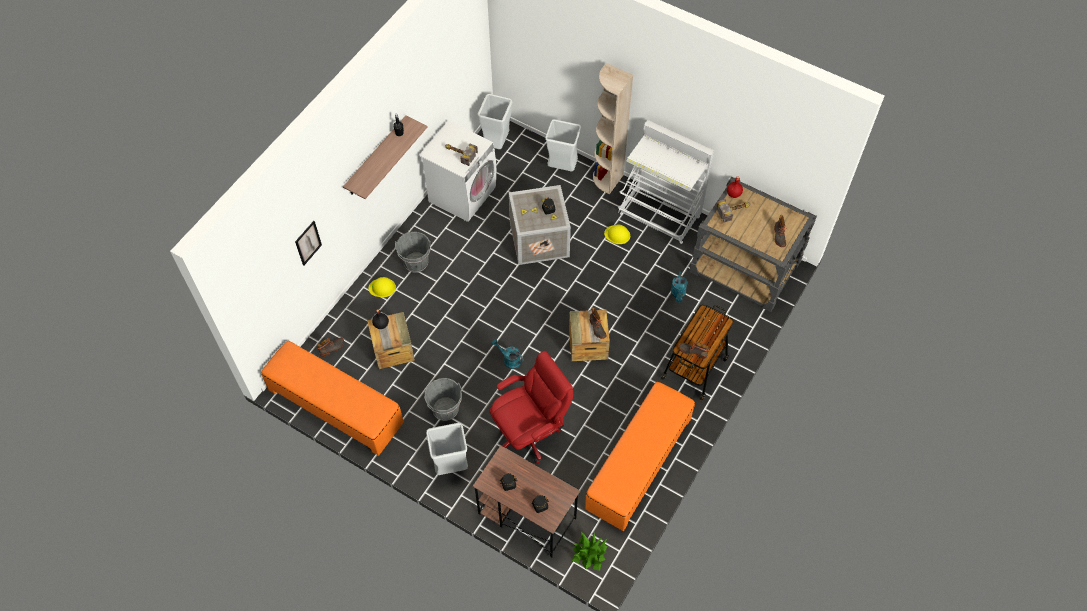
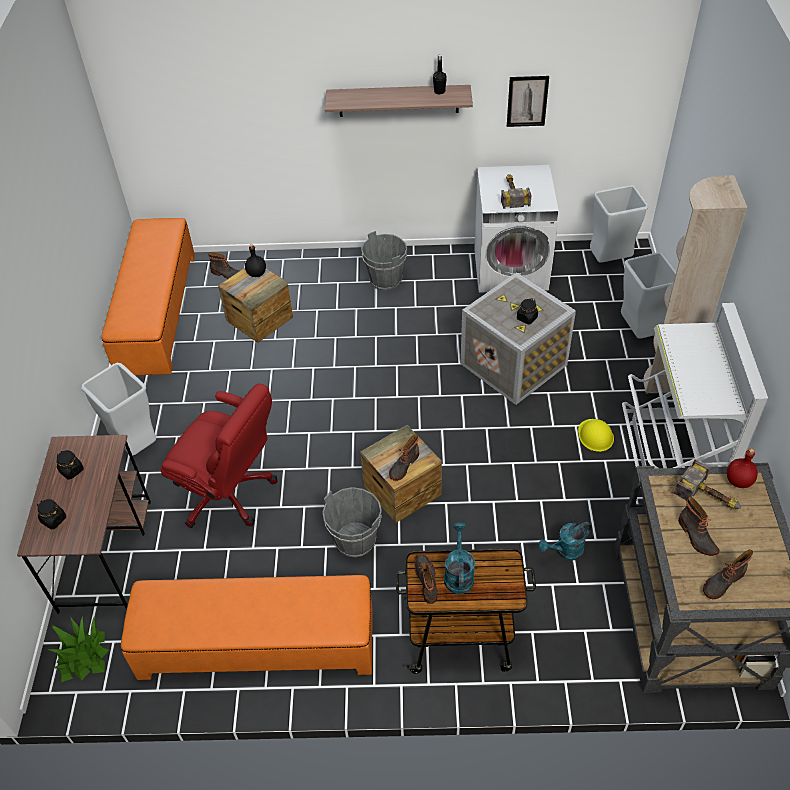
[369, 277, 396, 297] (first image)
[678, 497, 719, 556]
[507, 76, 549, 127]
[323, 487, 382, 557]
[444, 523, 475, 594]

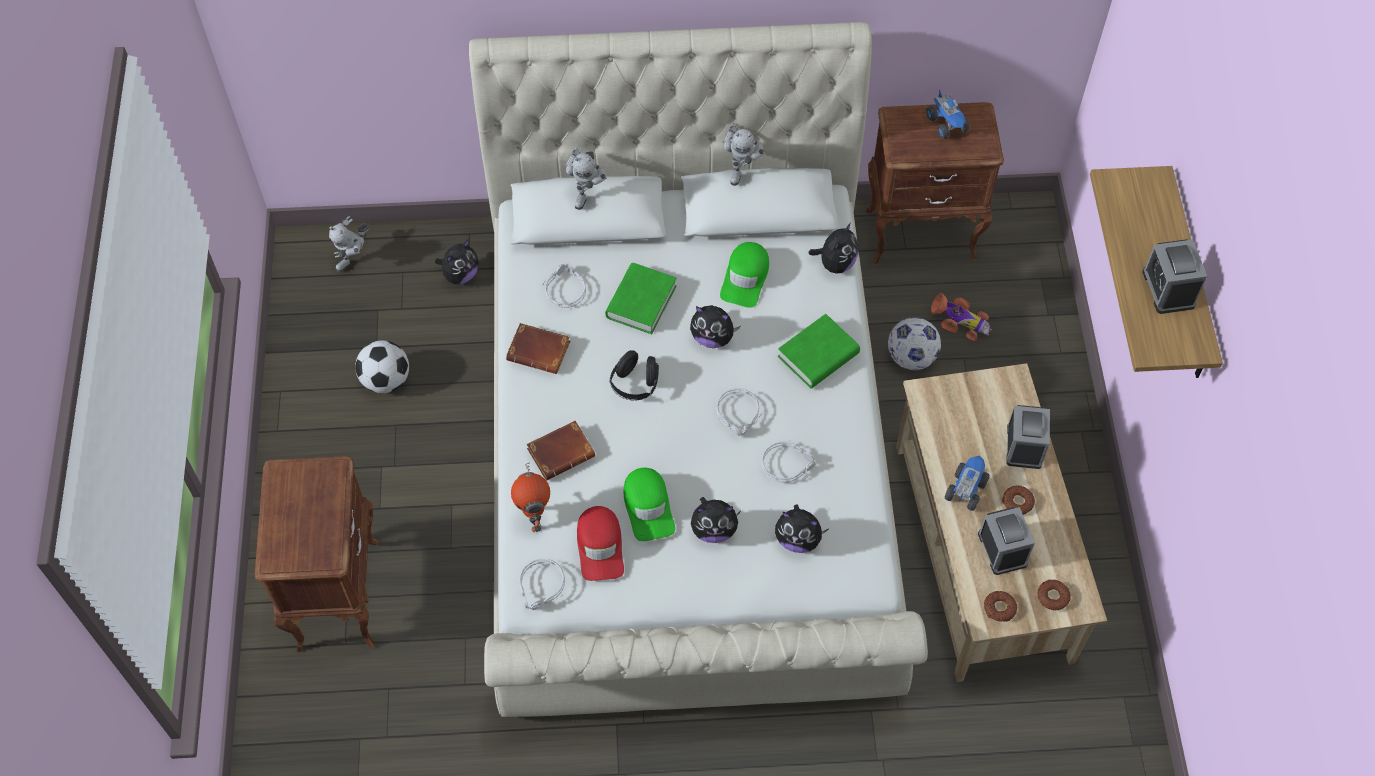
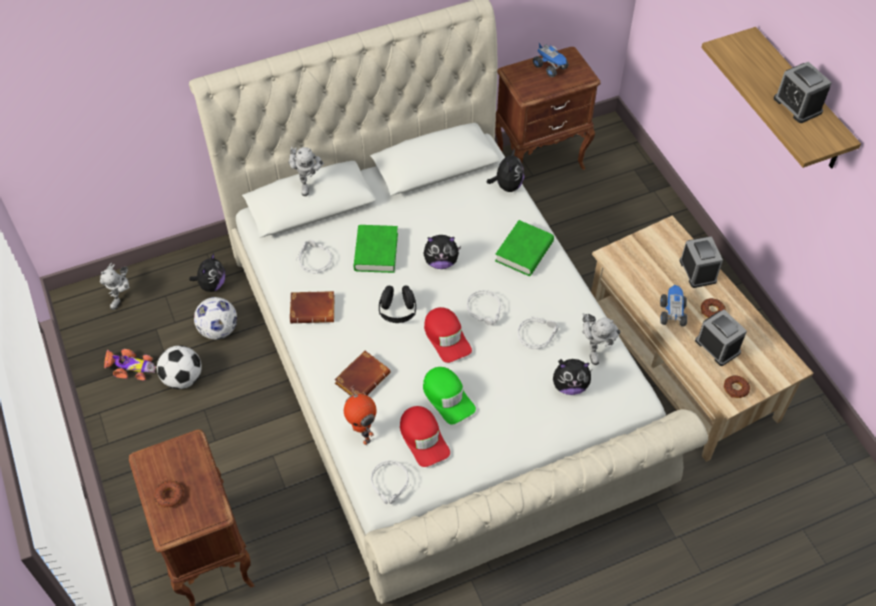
[691, 497, 741, 543] (first image)
[720, 242, 769, 308] (first image)
[424, 307, 472, 363]
[582, 313, 621, 365]
[194, 297, 237, 340]
[104, 349, 157, 381]
[154, 480, 184, 508]

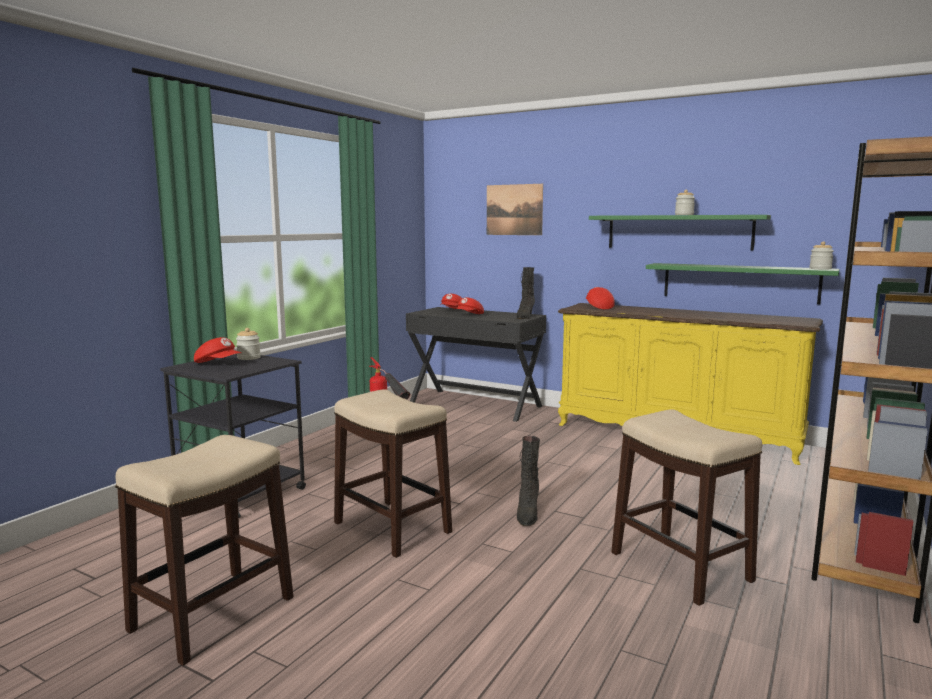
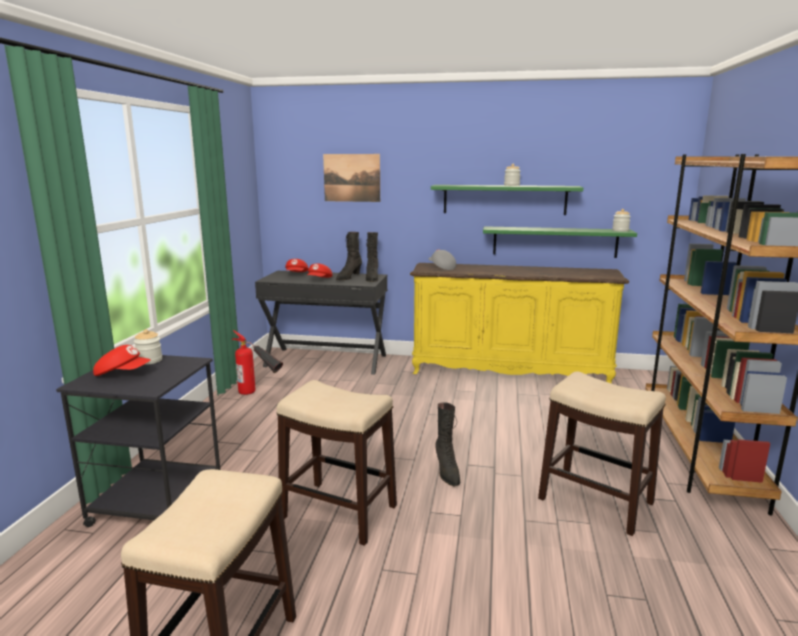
[336, 232, 362, 280]
[429, 250, 456, 270]

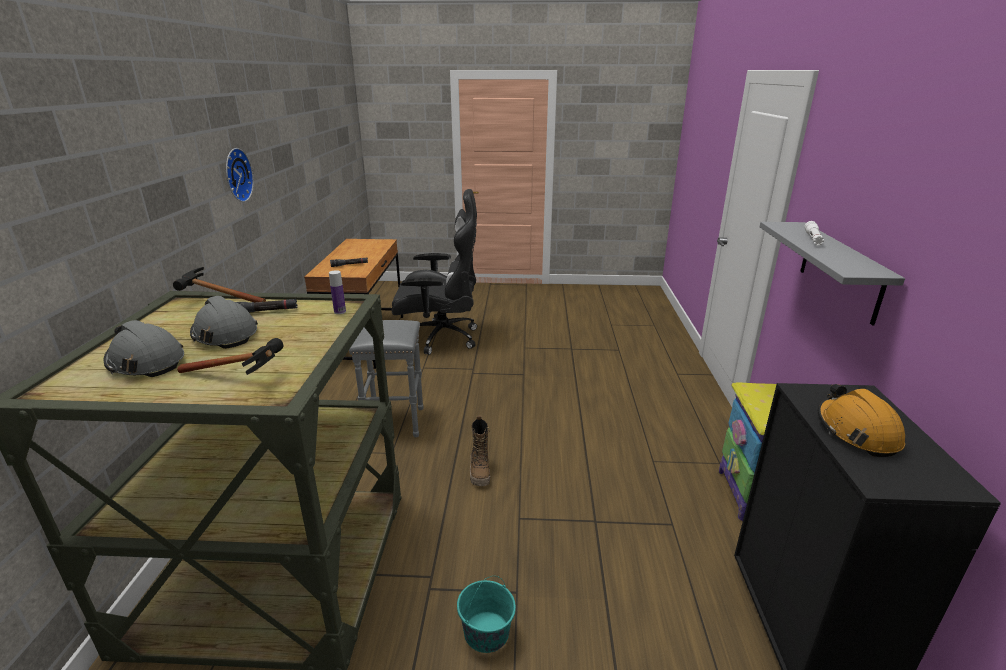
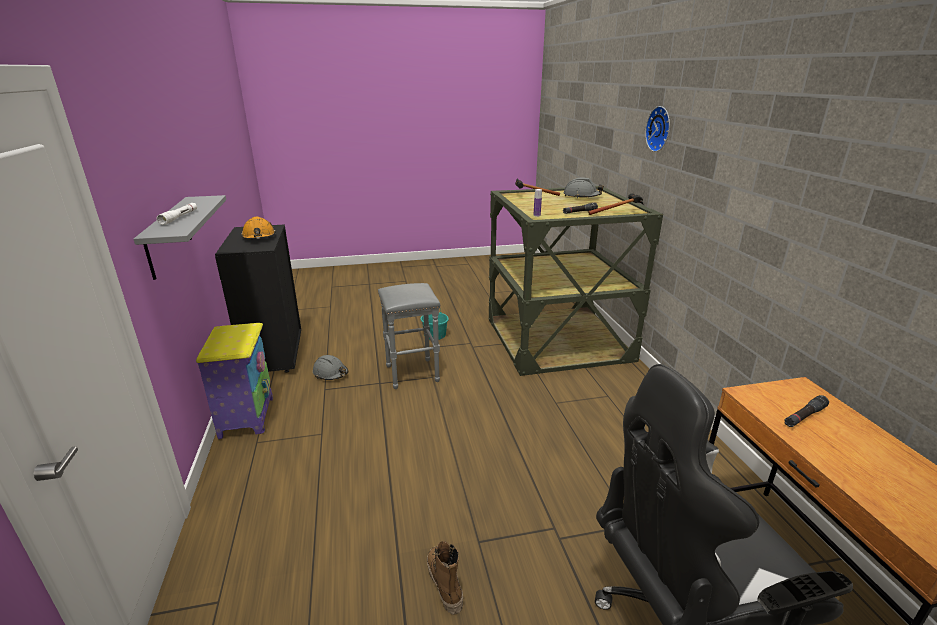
[313, 355, 348, 380]
[645, 106, 670, 152]
[378, 283, 440, 389]
[427, 541, 463, 615]

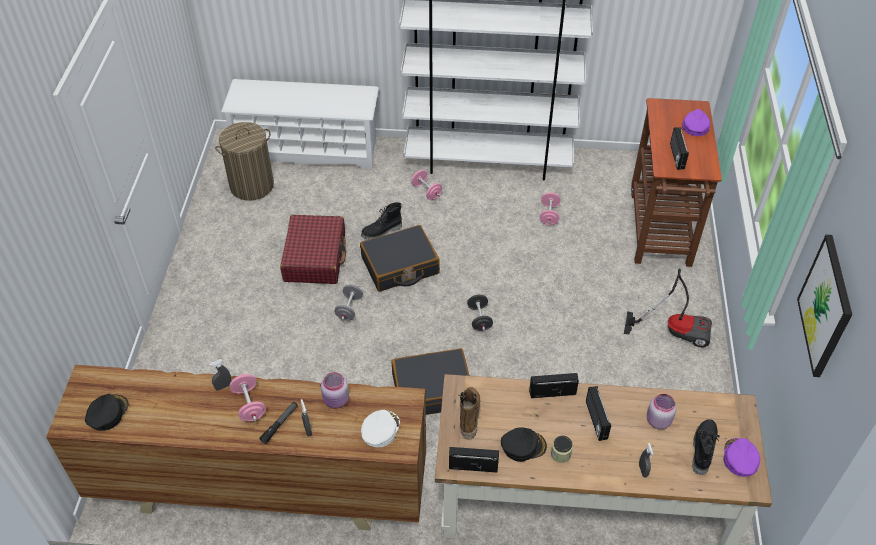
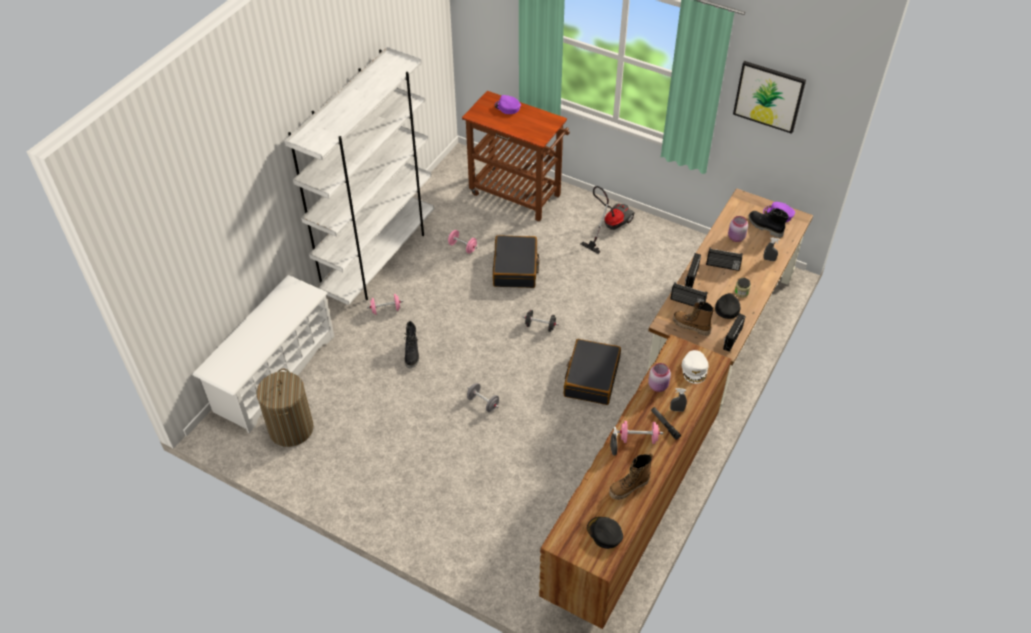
[280, 215, 346, 284] (first image)
[609, 453, 653, 500]
[493, 235, 540, 288]
[670, 282, 707, 307]
[682, 350, 709, 384]

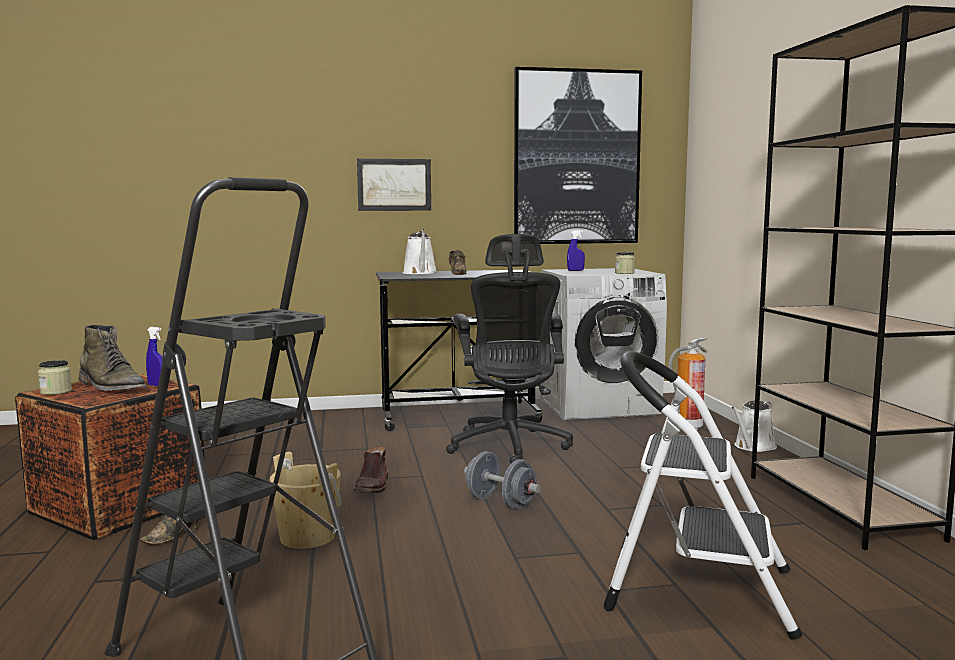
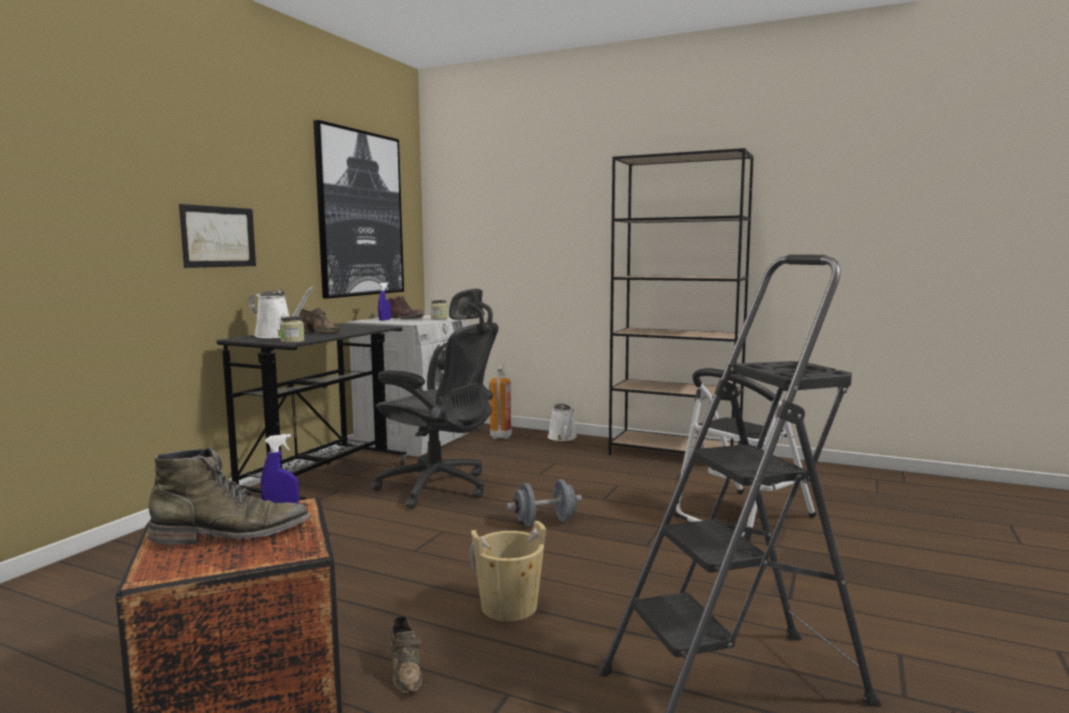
[280, 317, 305, 343]
[388, 296, 424, 319]

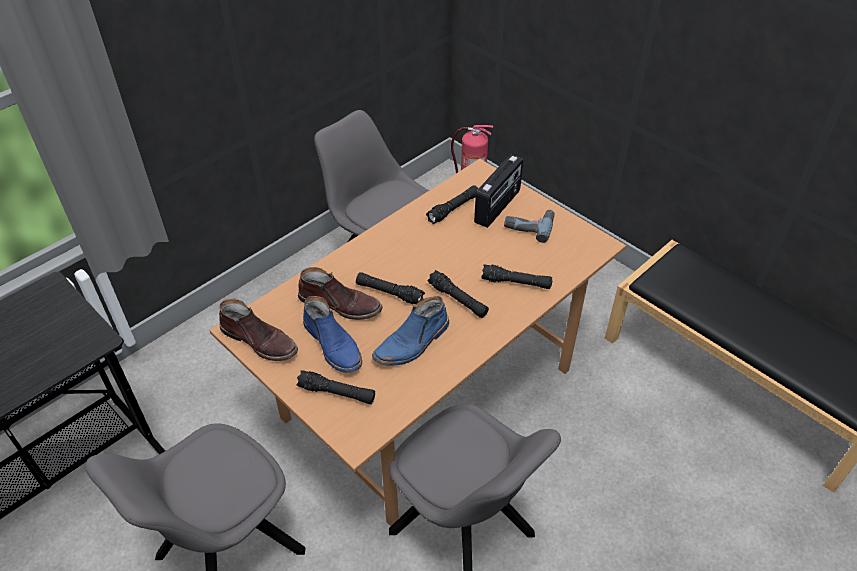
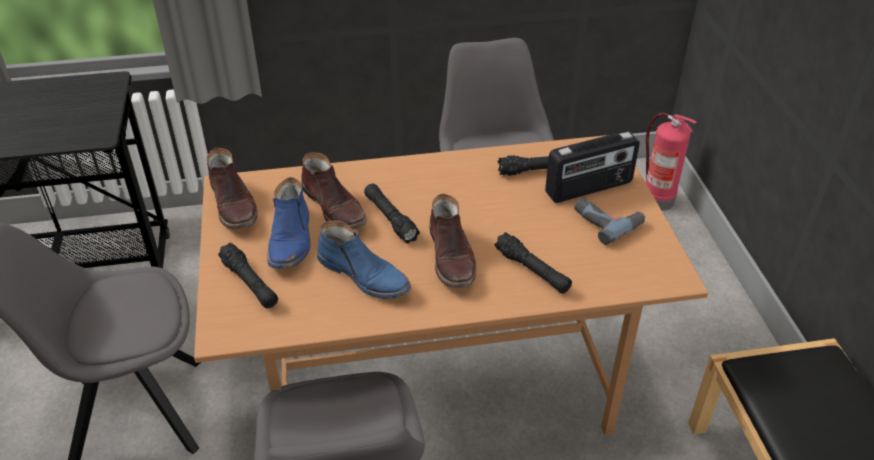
[430, 194, 476, 288]
[317, 220, 411, 299]

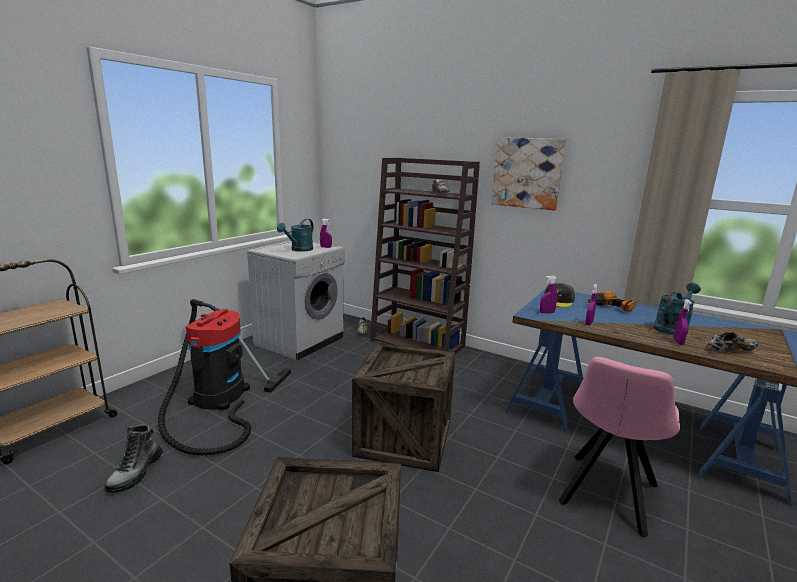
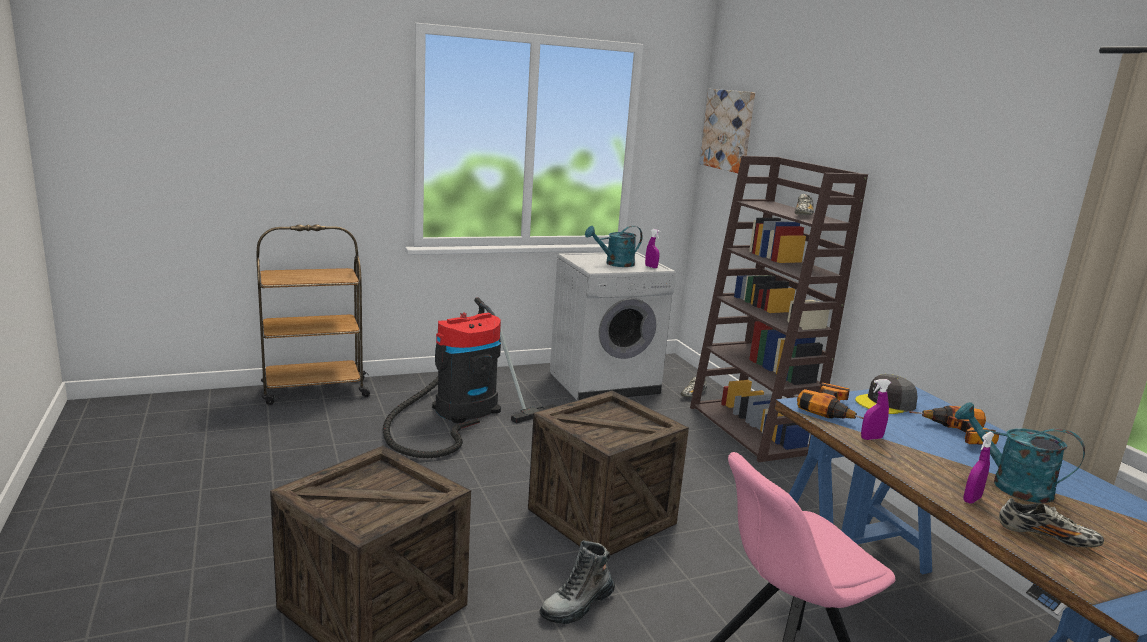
[540, 540, 615, 624]
[699, 89, 755, 173]
[797, 382, 863, 419]
[955, 402, 1085, 503]

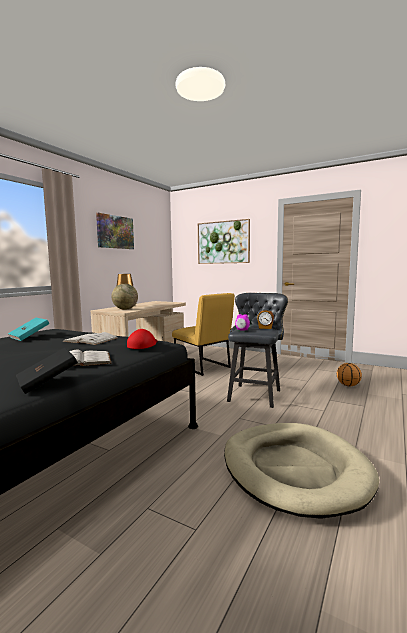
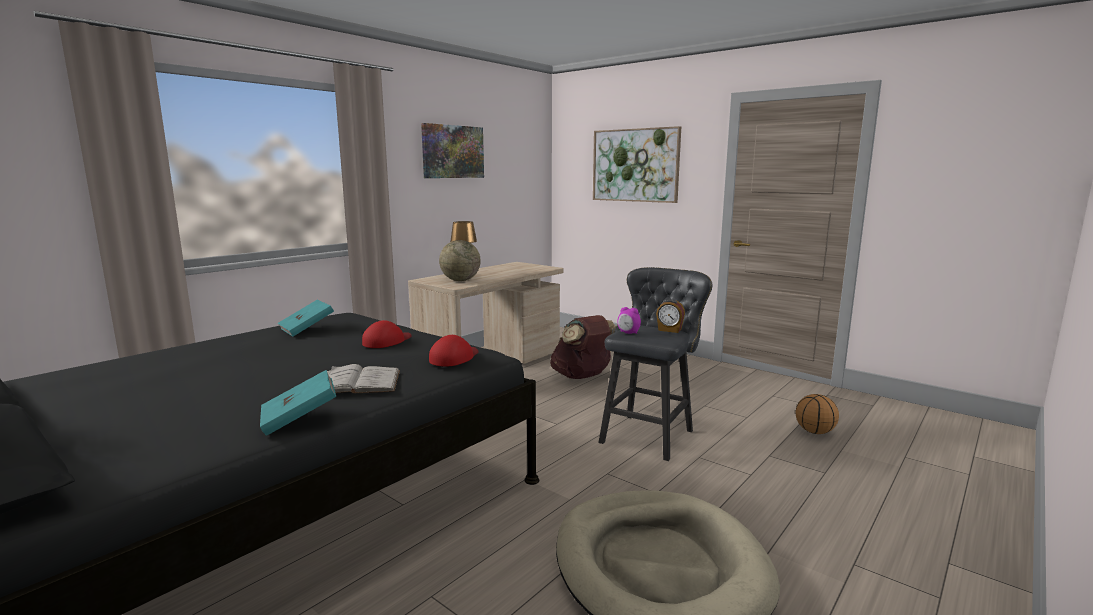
[362, 320, 412, 348]
[550, 315, 616, 379]
[260, 370, 336, 436]

